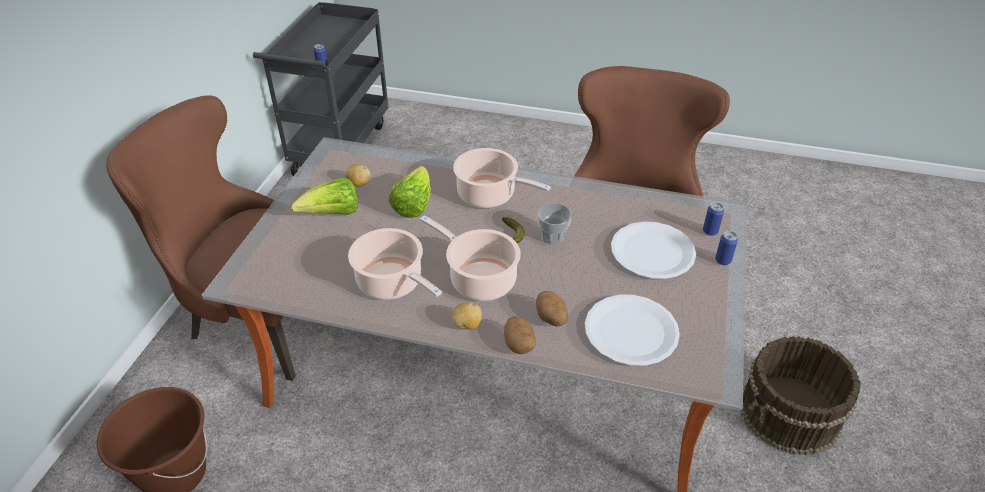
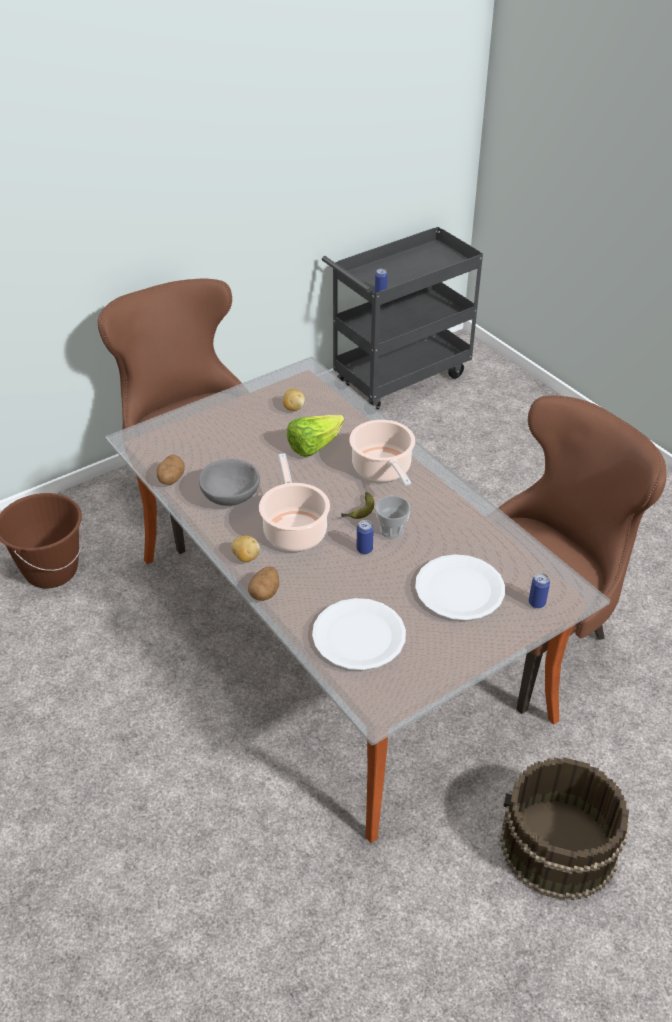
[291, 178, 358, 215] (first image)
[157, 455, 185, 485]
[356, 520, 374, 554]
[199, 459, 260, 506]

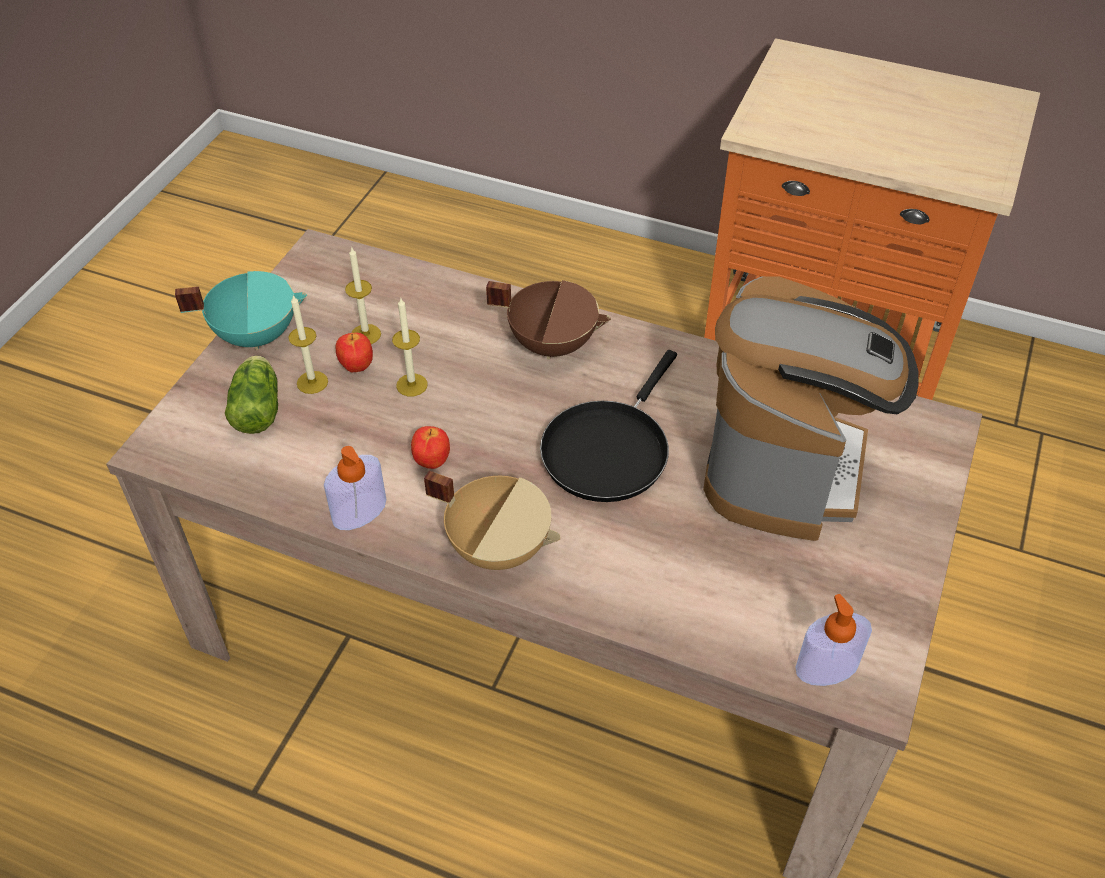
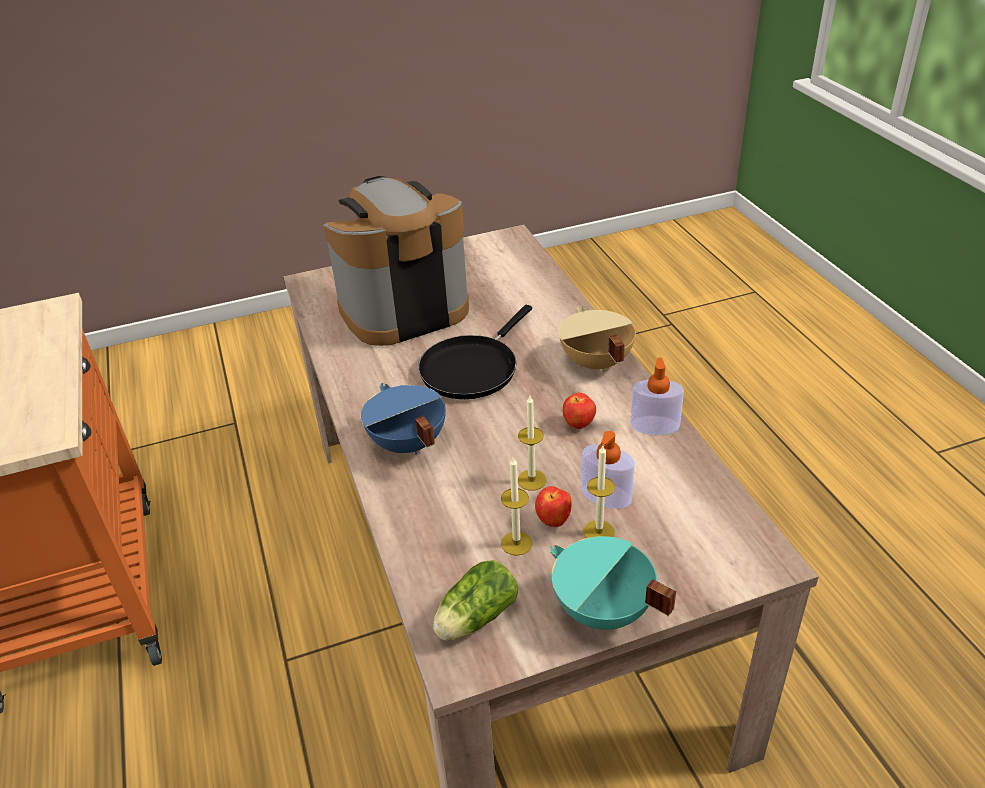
[433, 560, 518, 641]
[582, 431, 635, 509]
[361, 383, 446, 455]
[418, 305, 532, 399]

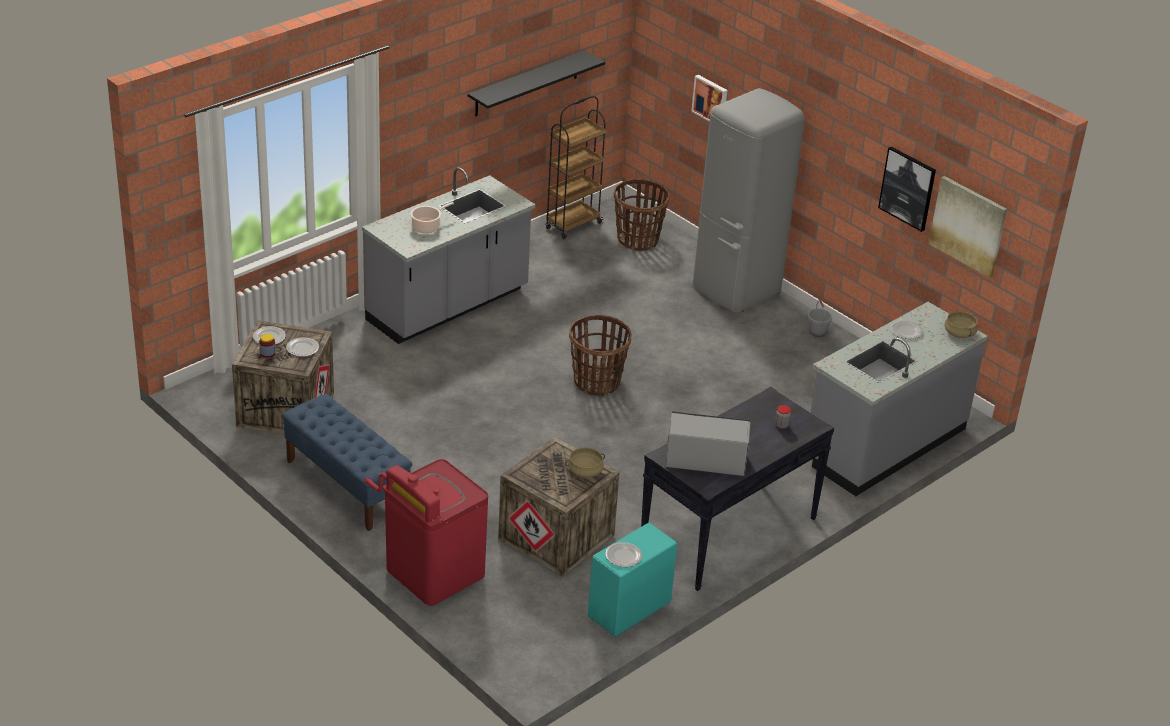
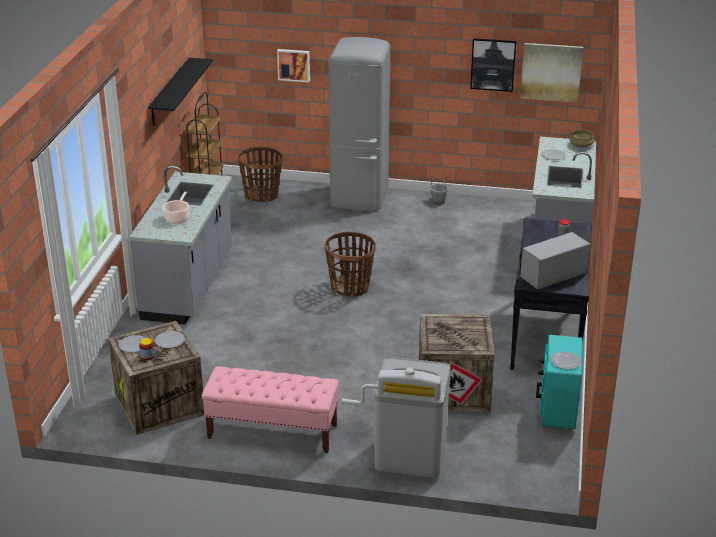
[565, 447, 605, 478] (first image)
[201, 366, 339, 453]
[342, 357, 450, 478]

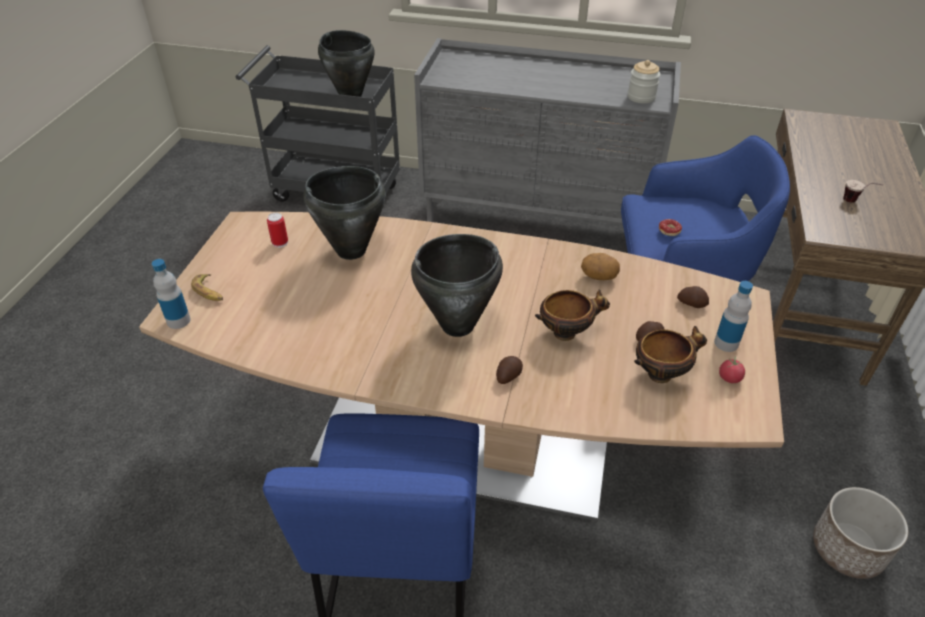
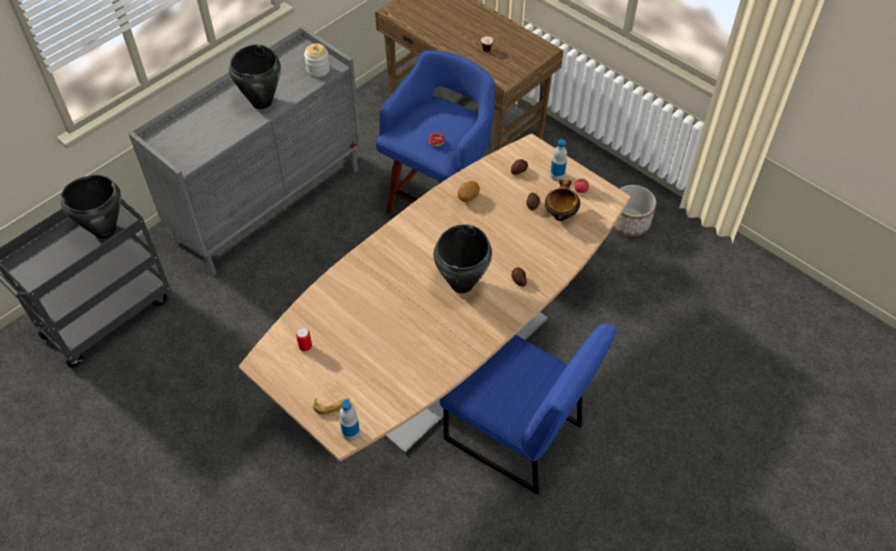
[535, 289, 610, 341] (first image)
[229, 44, 281, 109]

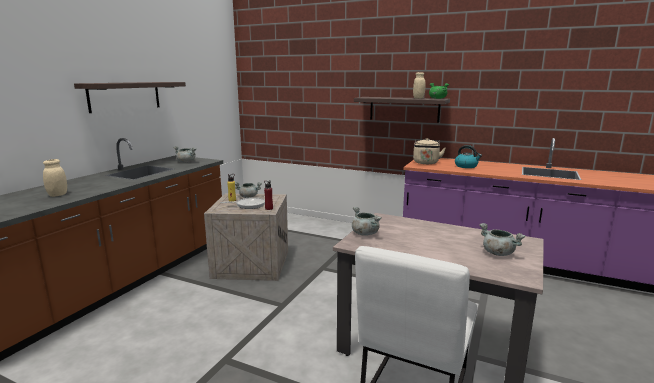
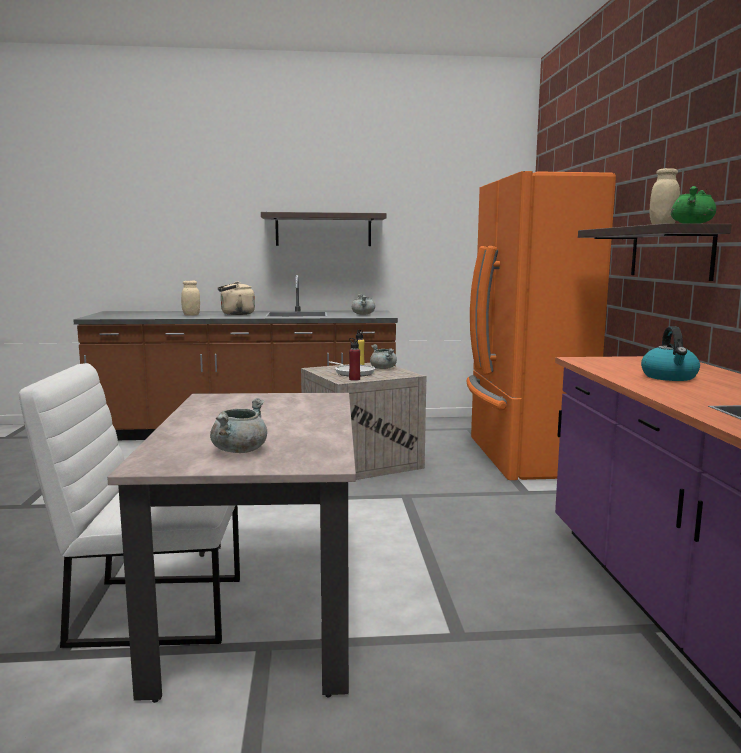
[352, 207, 382, 236] (first image)
[467, 171, 616, 480]
[218, 281, 255, 315]

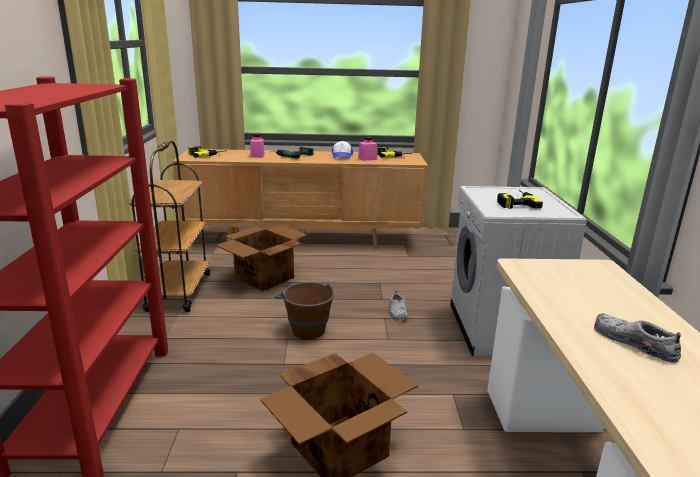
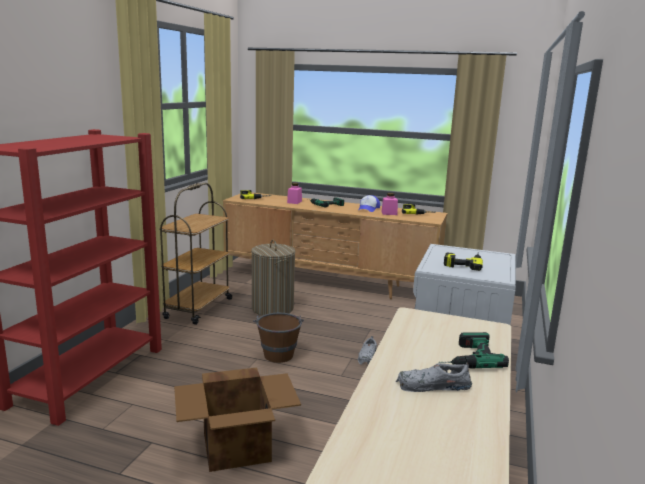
[438, 332, 509, 369]
[251, 240, 295, 316]
[396, 362, 472, 392]

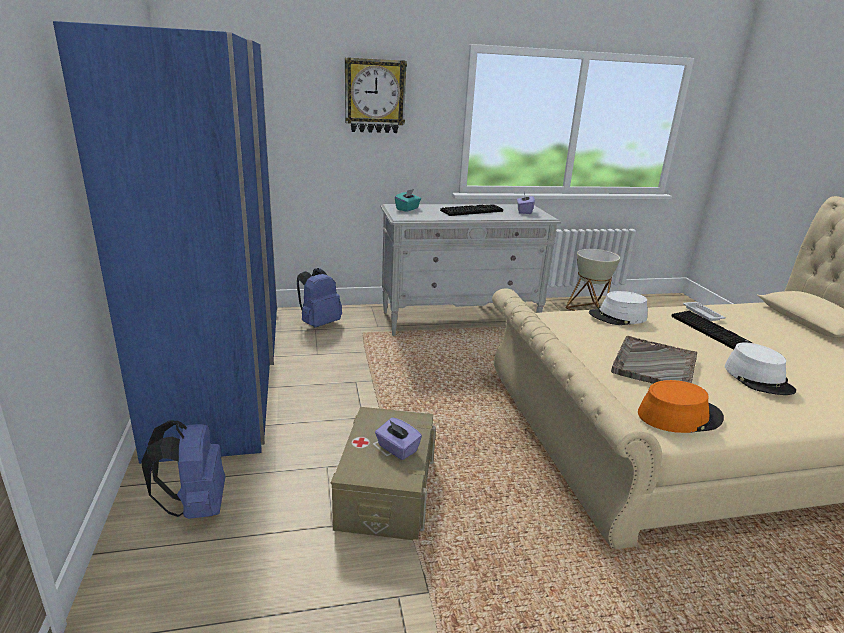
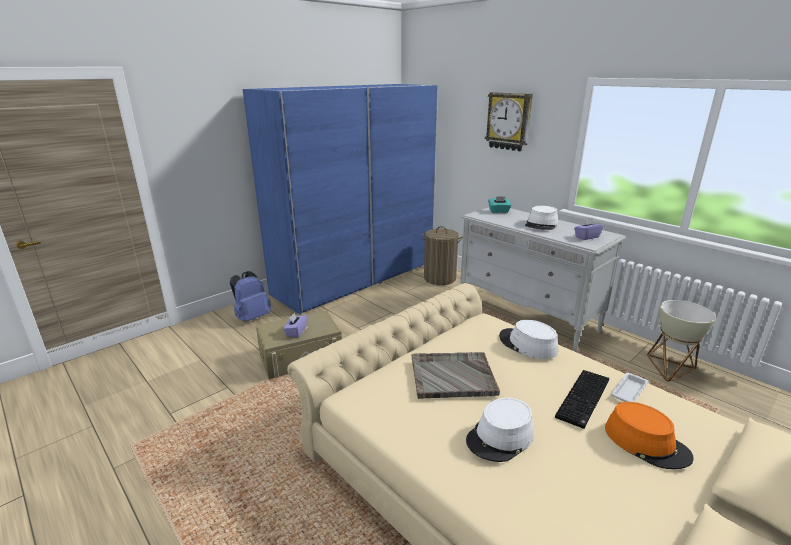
[605, 402, 694, 469]
[421, 226, 463, 285]
[525, 206, 558, 230]

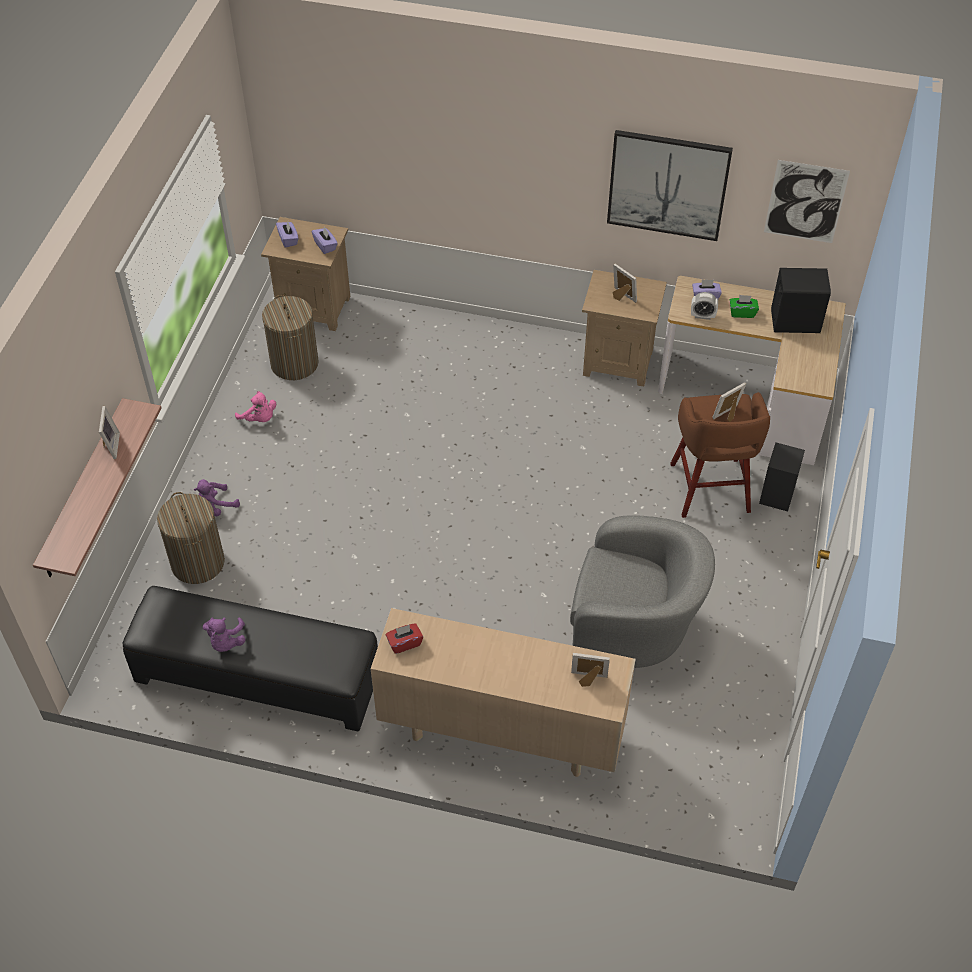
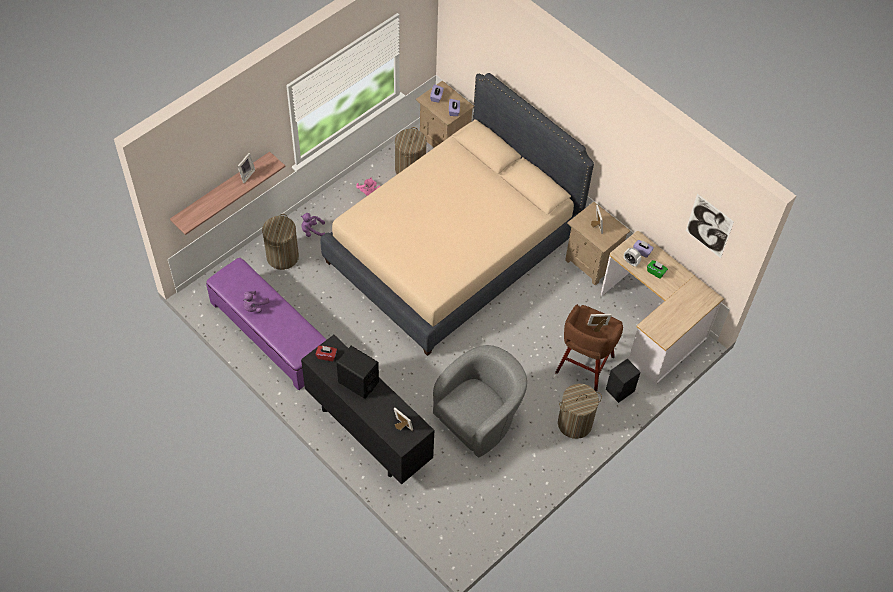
[607, 130, 733, 241] (first image)
[321, 73, 594, 356]
[558, 384, 602, 439]
[336, 346, 379, 399]
[206, 258, 327, 390]
[301, 335, 434, 484]
[433, 345, 527, 457]

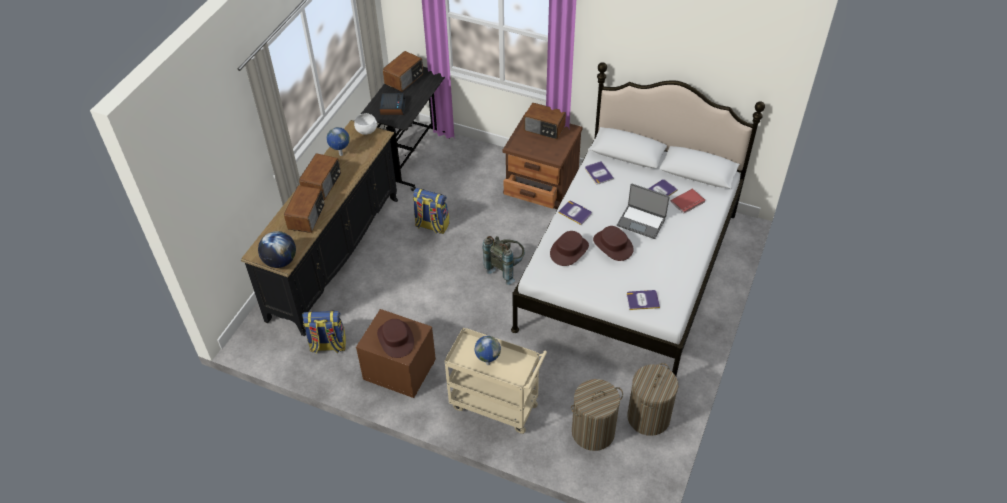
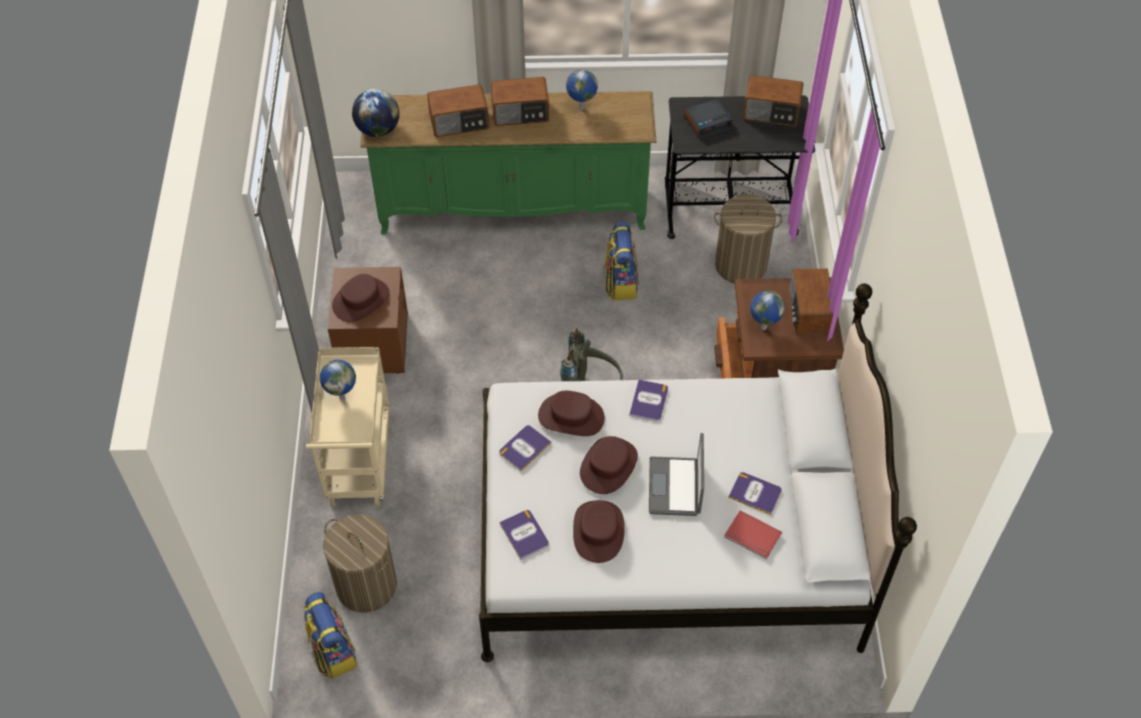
[354, 113, 377, 135] (first image)
[573, 500, 625, 563]
[750, 291, 785, 330]
[303, 592, 357, 679]
[499, 425, 551, 471]
[714, 194, 782, 284]
[360, 91, 657, 234]

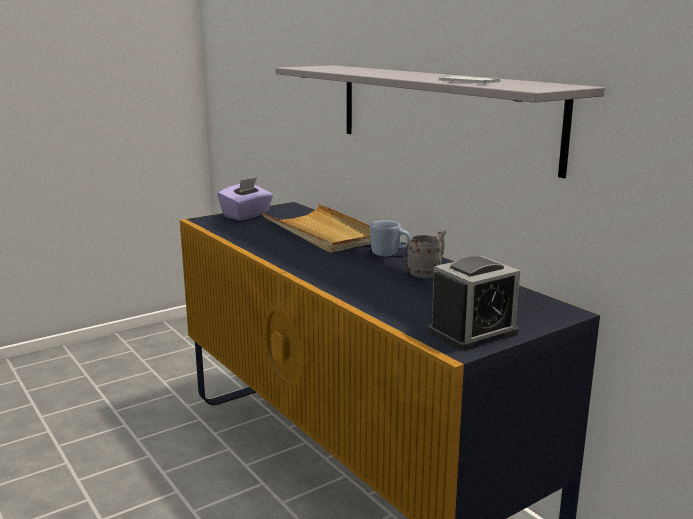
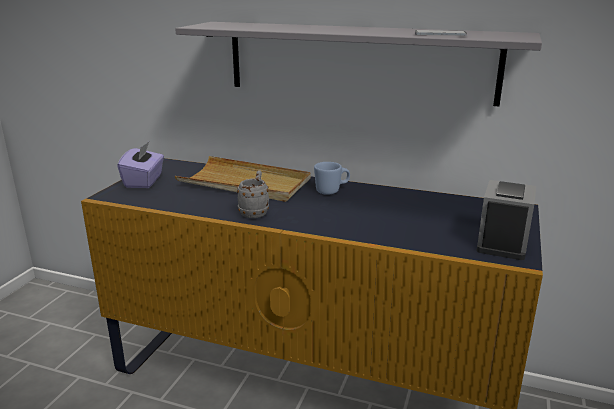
[237, 170, 269, 218]

